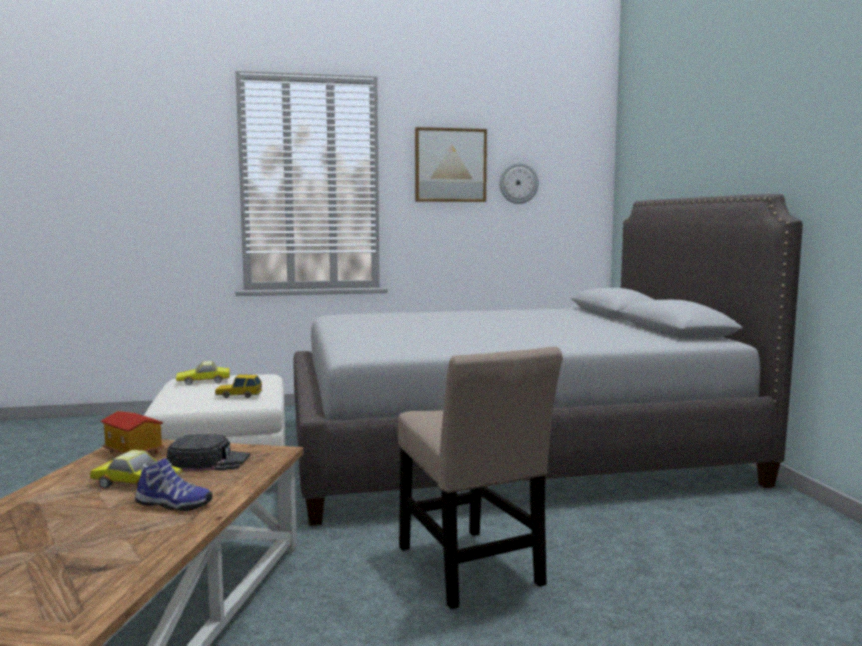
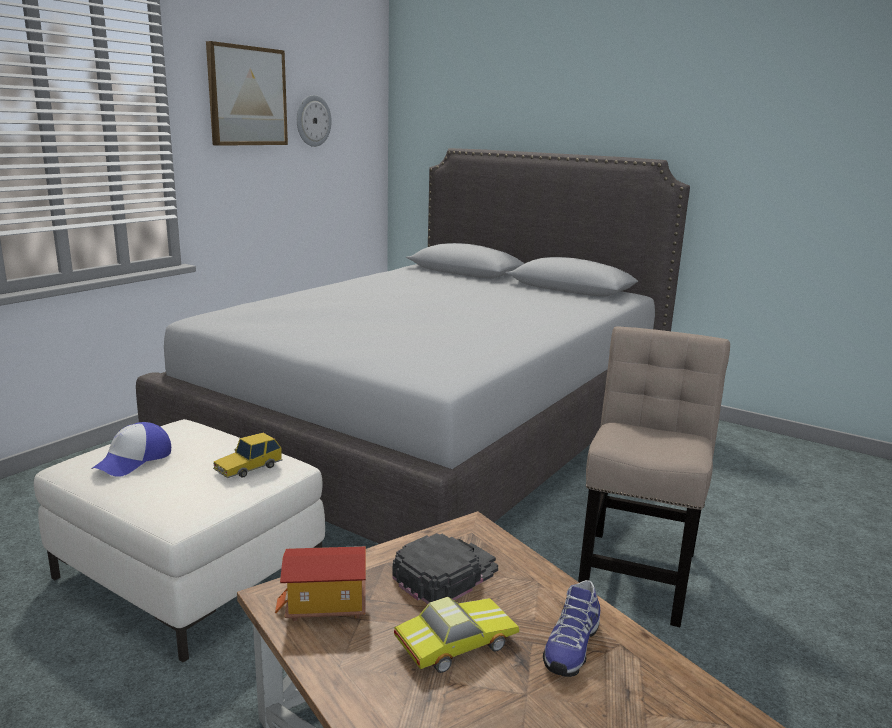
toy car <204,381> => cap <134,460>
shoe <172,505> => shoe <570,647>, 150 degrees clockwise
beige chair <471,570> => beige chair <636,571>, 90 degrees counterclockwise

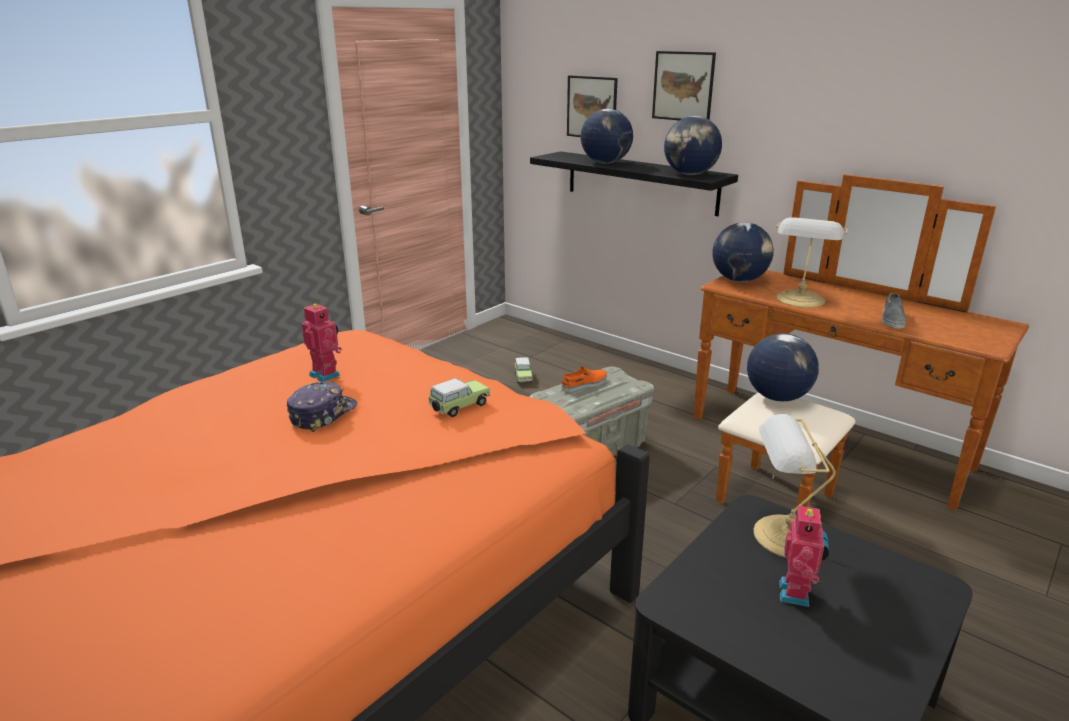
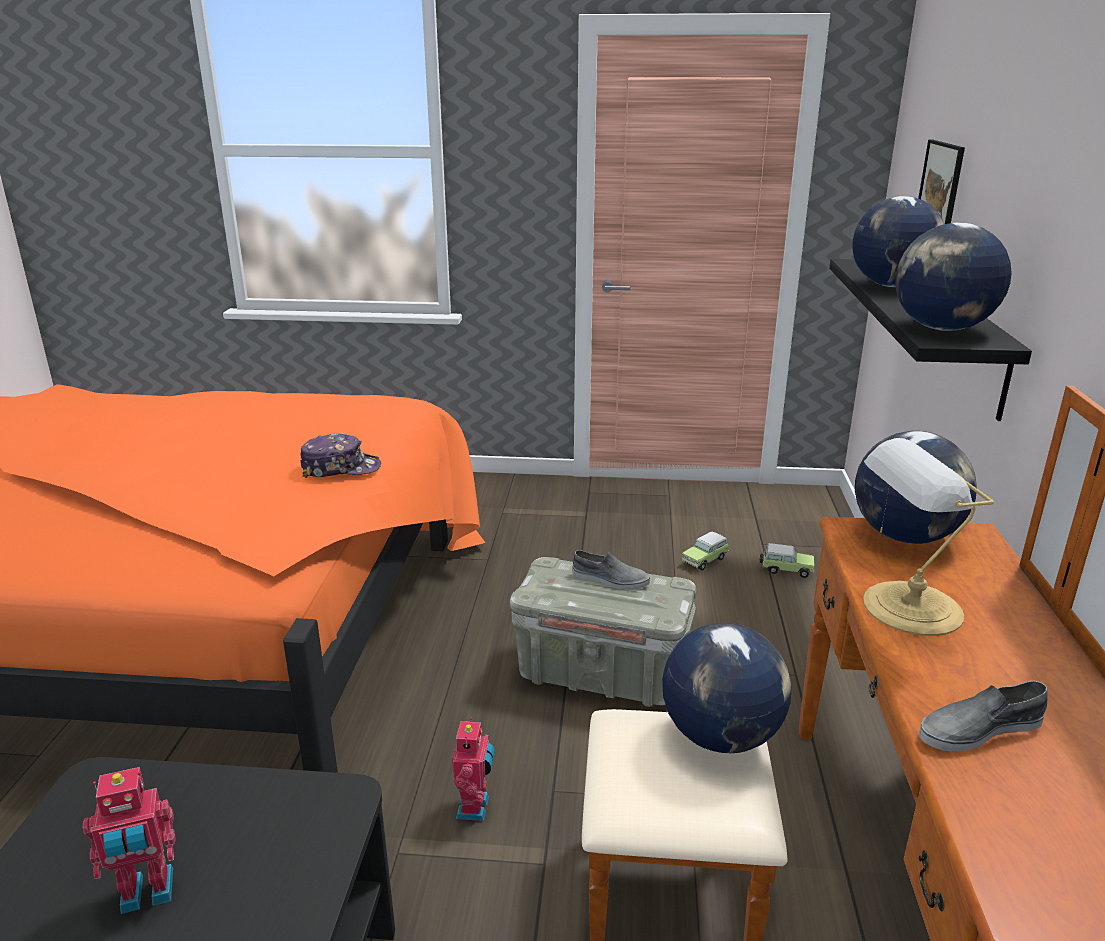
picture <683,86> => nothing
table lamp <784,536> => nothing
cap <322,414> => cap <341,468>, move
toy robot <326,374> => toy robot <475,807>, move
toy car <458,407> => toy car <785,570>, move
orange shoe <585,384> => grey shoe <610,579>

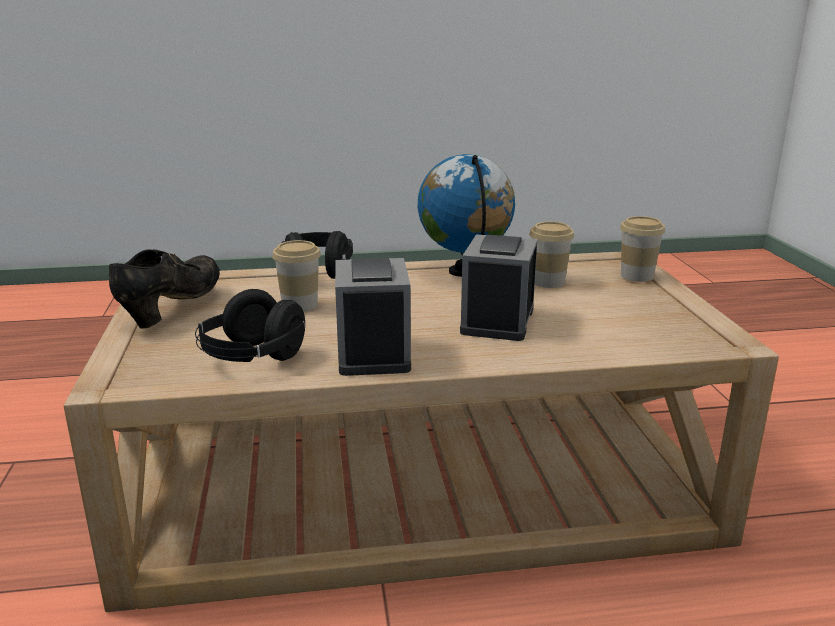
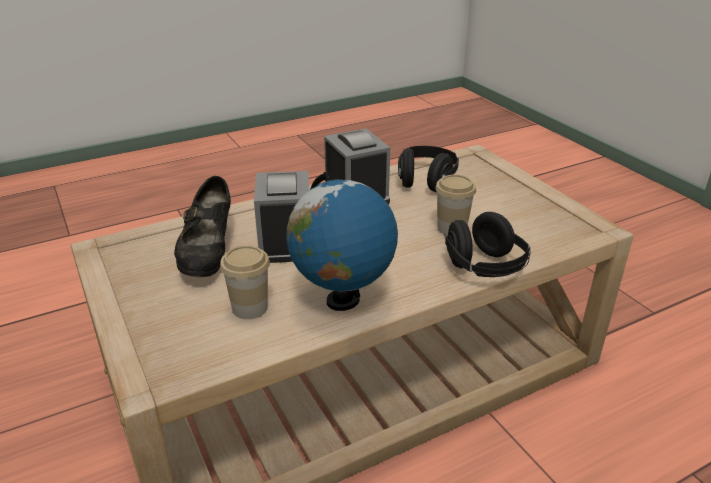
cup <637,276> => nothing
black shoe <173,308> => black shoe <208,254>, move

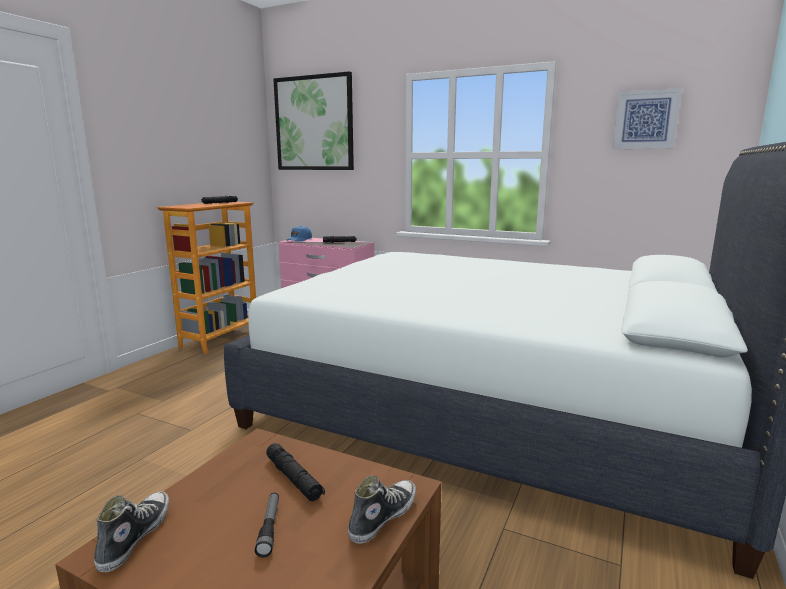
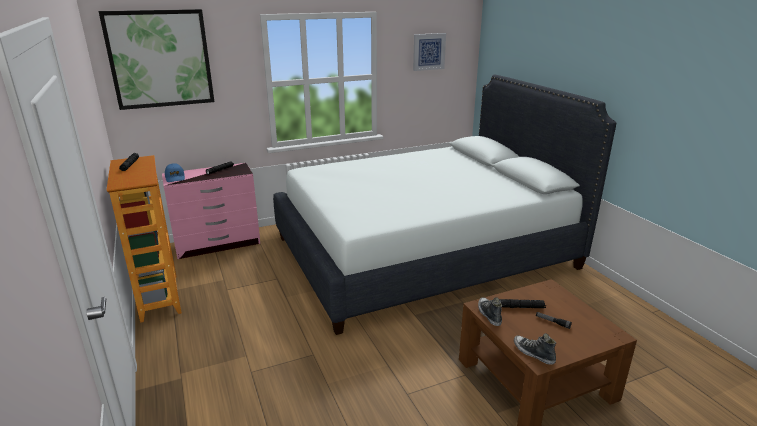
shoe <382,516> => shoe <489,314>, move

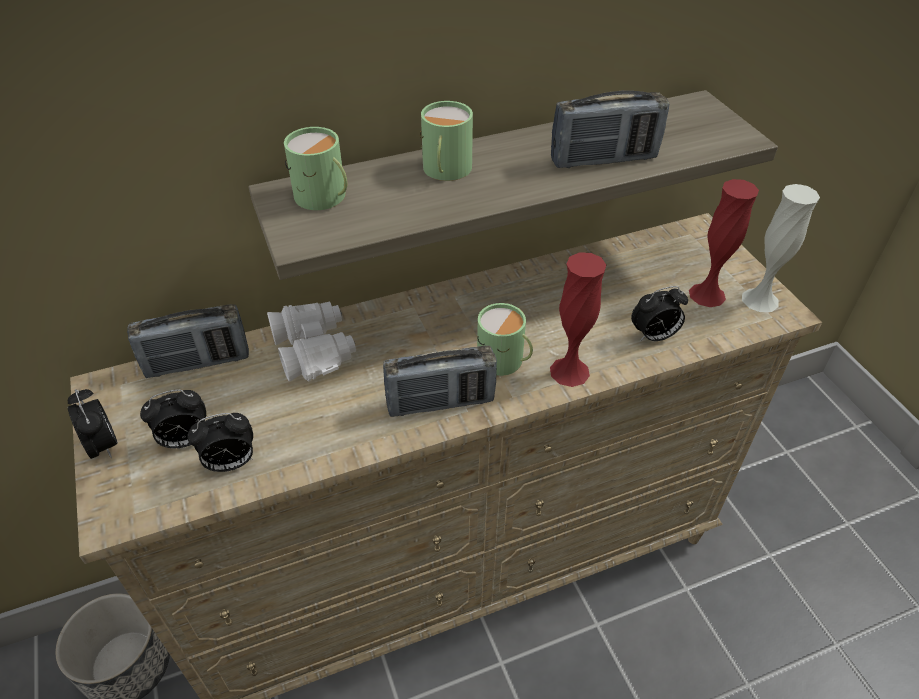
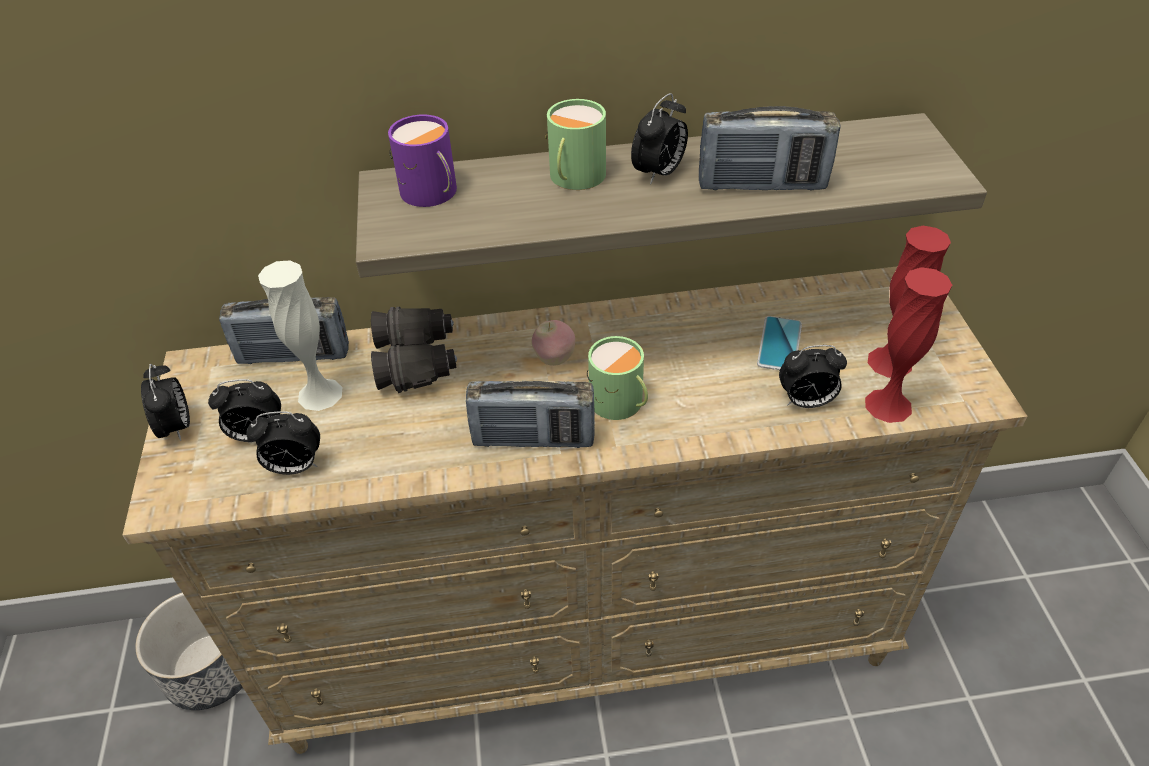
nothing => apple <554,359>
nothing => alarm clock <659,174>
nothing => phone <779,344>
red vase <569,371> => red vase <888,405>, move
white vase <760,300> => white vase <320,394>, move
white binoculars <314,350> => black binoculars <417,360>
green mug <324,197> => purple mug <431,193>

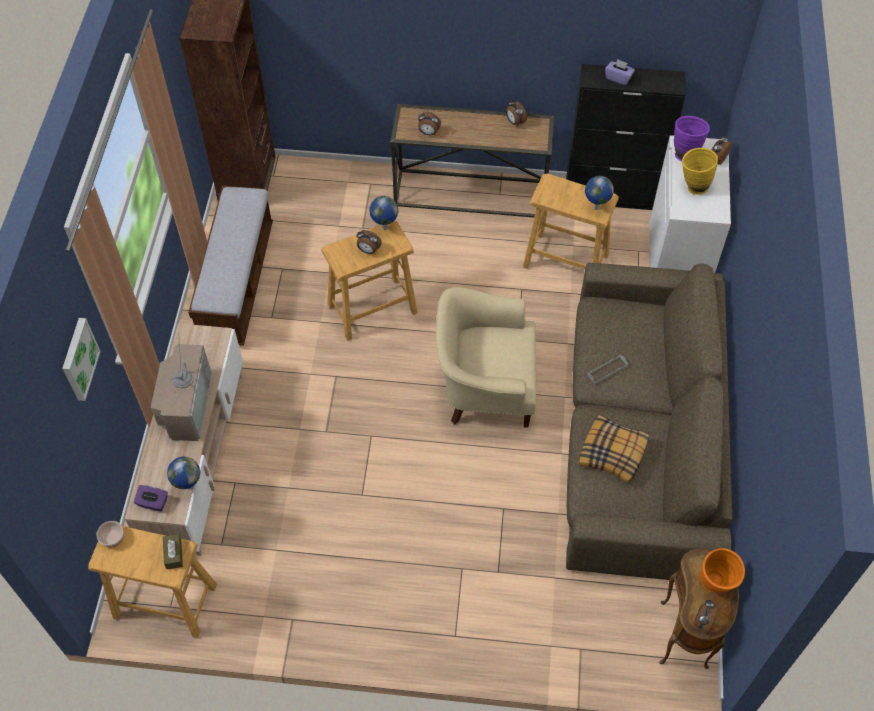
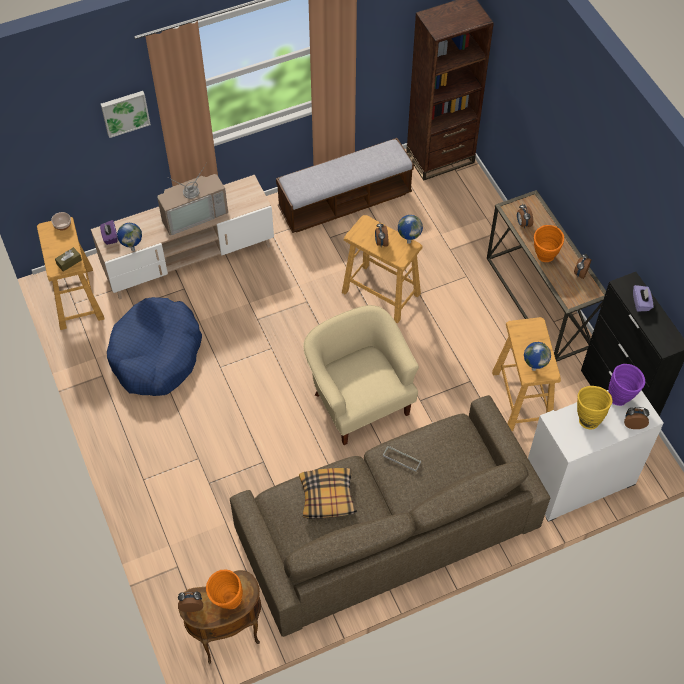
nothing => blue dog bed <156,355>
nothing => orange vase <544,258>

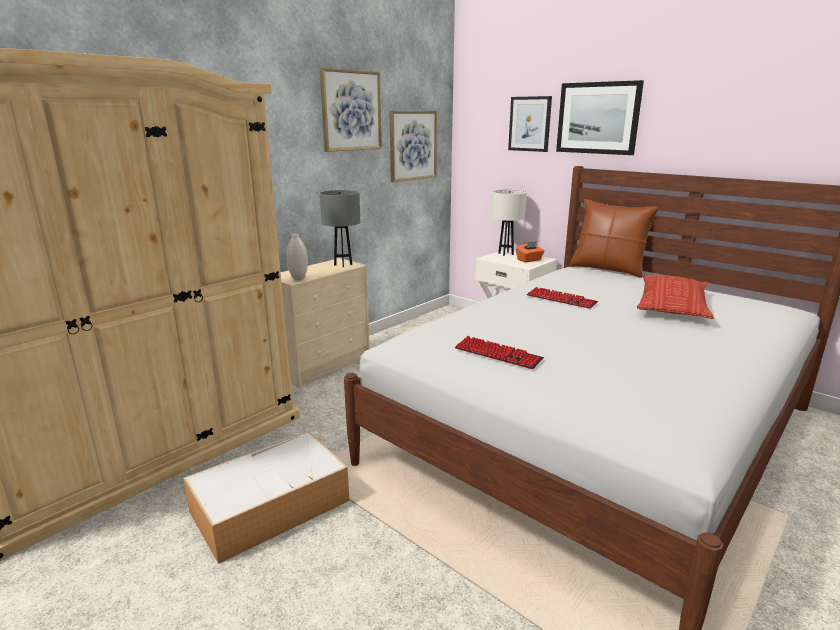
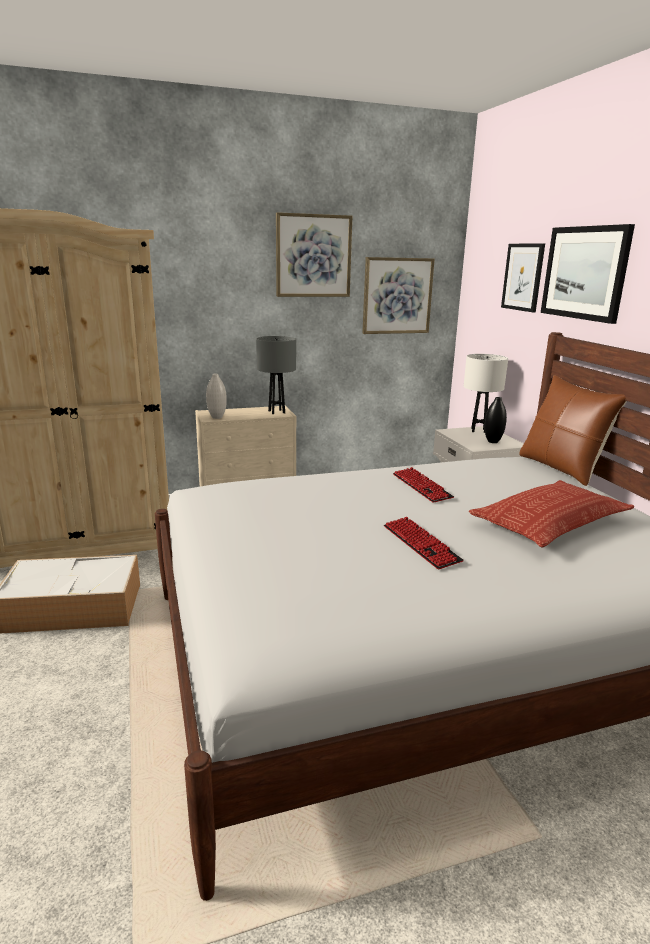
keyboard <498,354> => keyboard <421,544>, move
orange tissue box <529,260> => black vase <492,441>

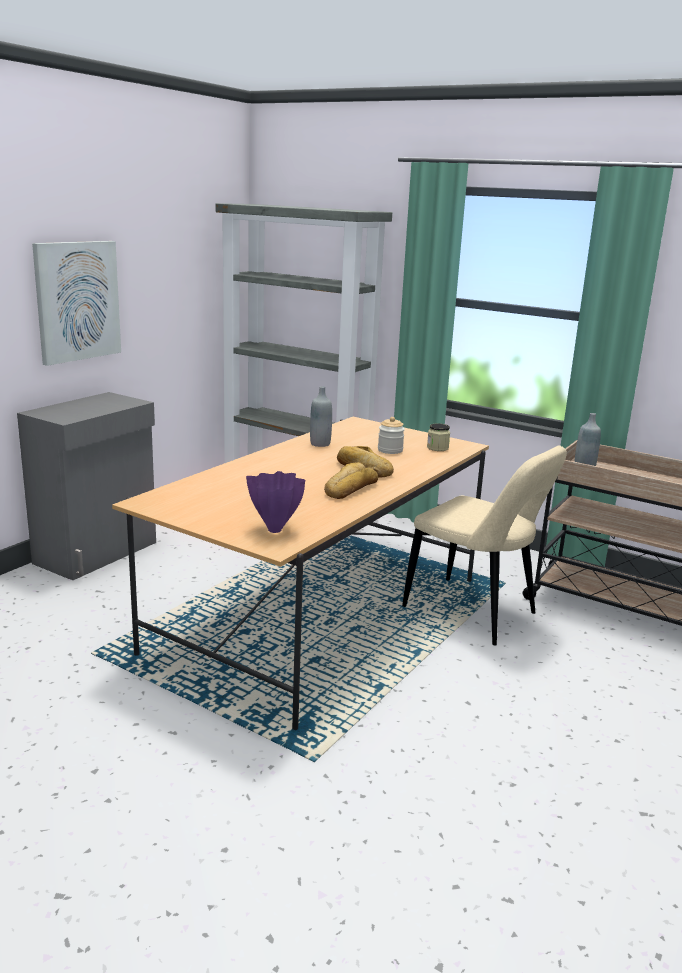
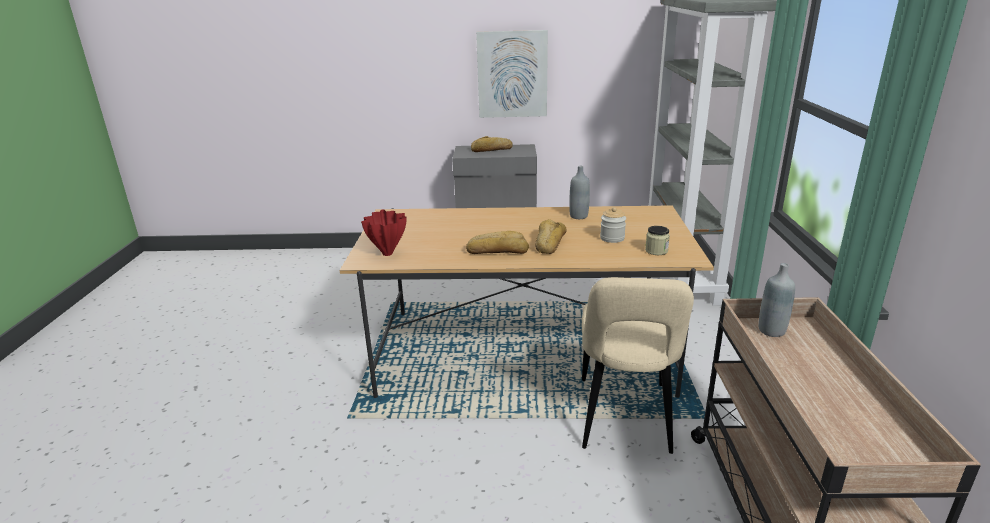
nothing => bread <492,149>
purple vase <276,530> => red vase <387,254>

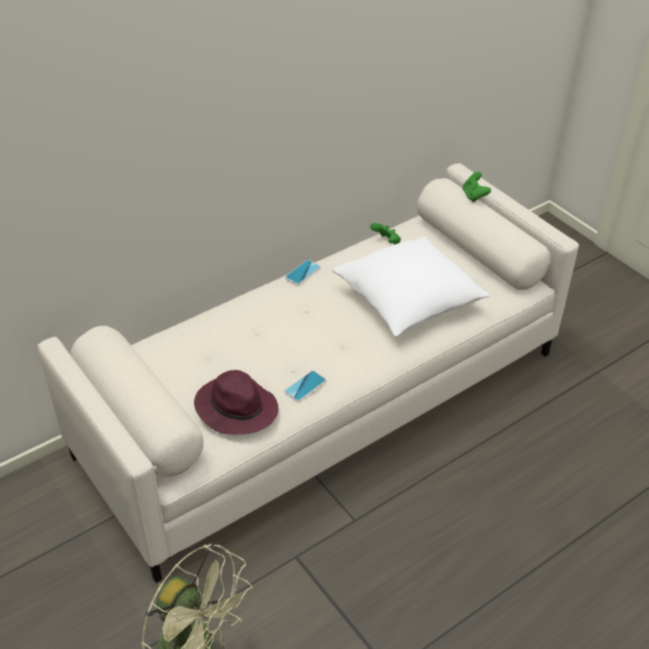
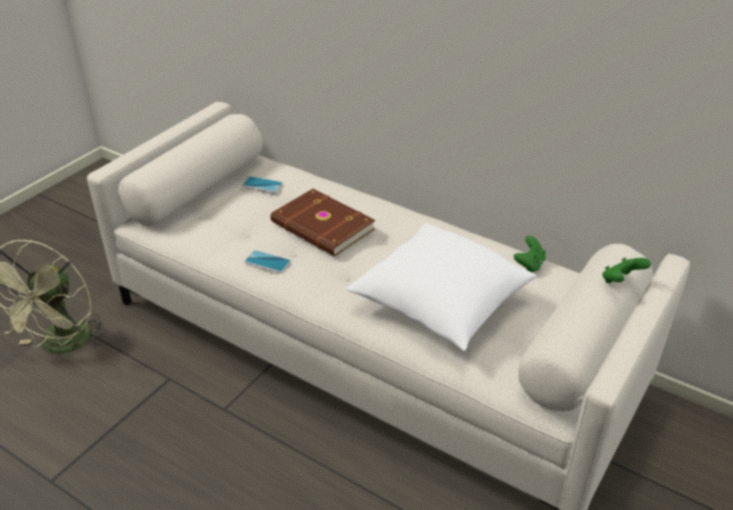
purple hat <235,408> => nothing
nothing => brown book <322,227>
phone <302,273> => phone <262,185>, move

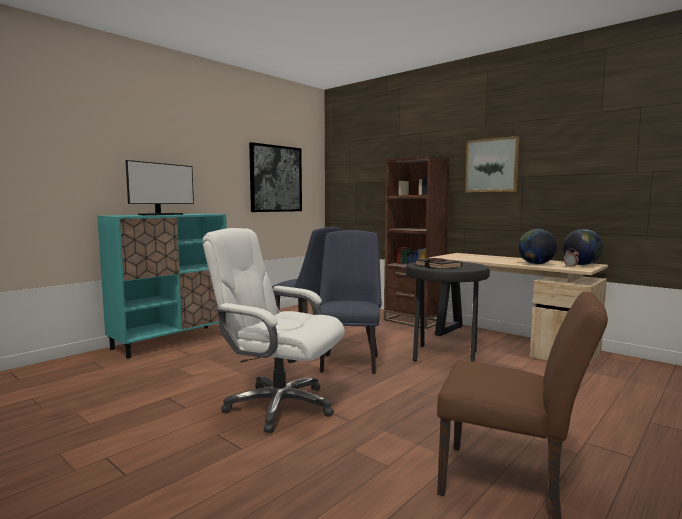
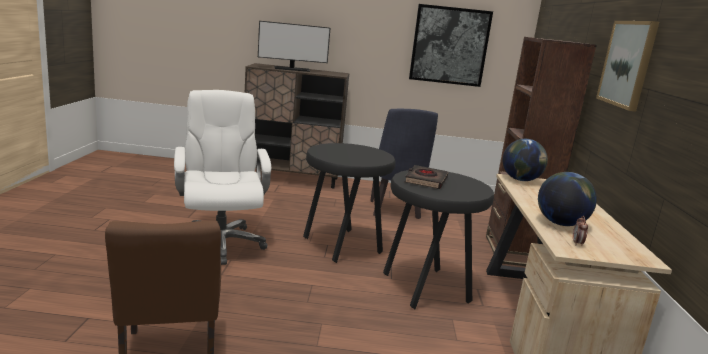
globe <581,264> => globe <521,180>, move
blue chair <349,361> => black stool <342,246>
turquoise cabinet <172,341> => brown cabinet <292,178>

